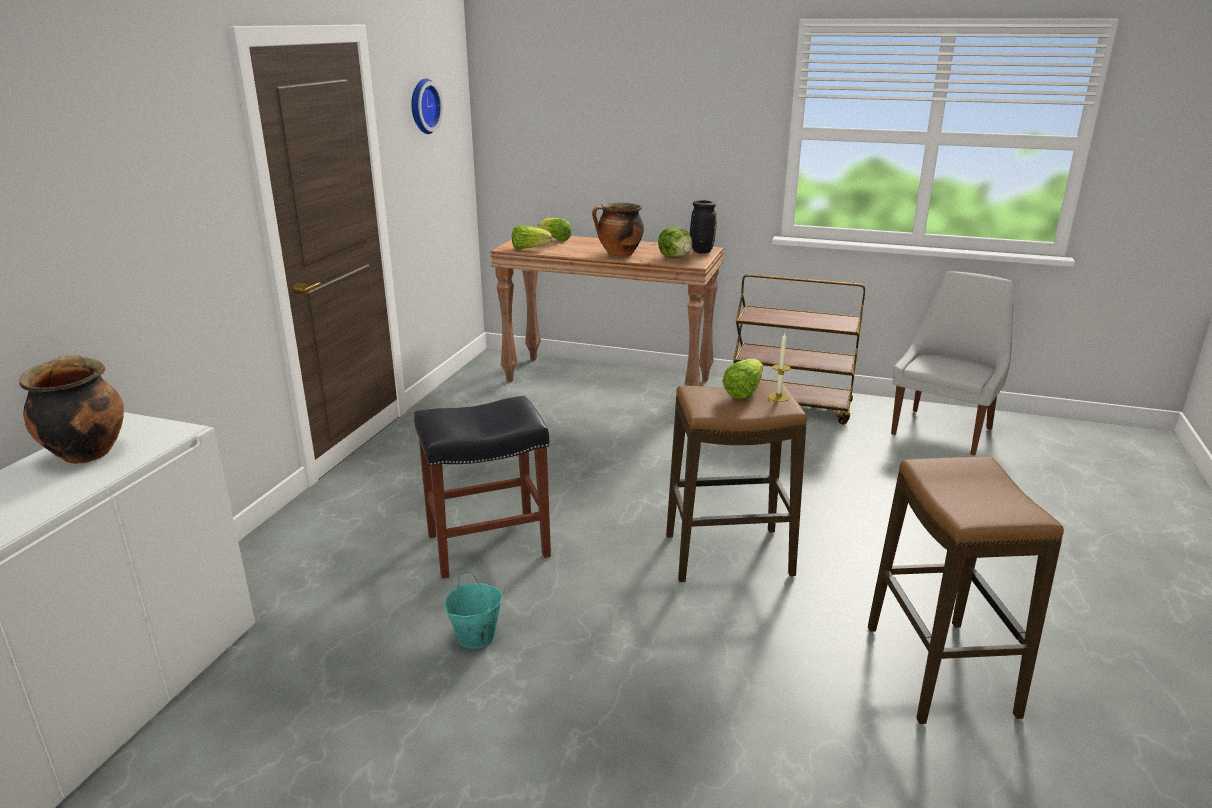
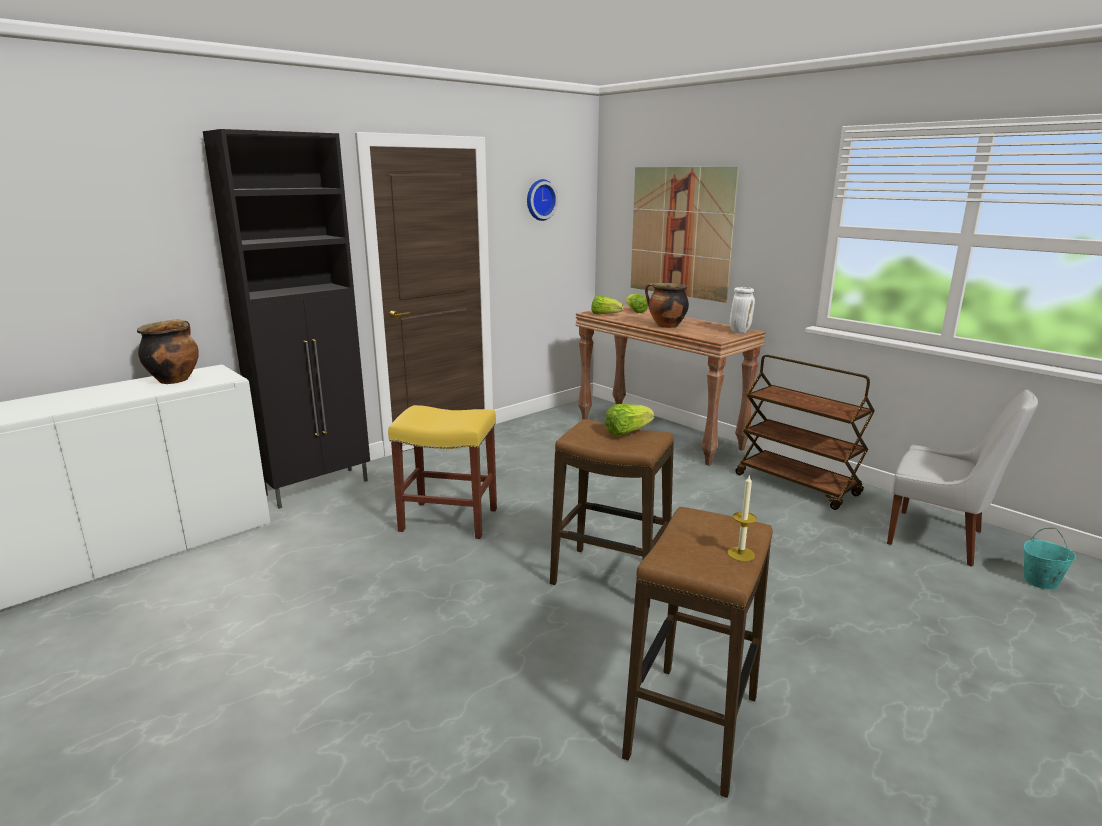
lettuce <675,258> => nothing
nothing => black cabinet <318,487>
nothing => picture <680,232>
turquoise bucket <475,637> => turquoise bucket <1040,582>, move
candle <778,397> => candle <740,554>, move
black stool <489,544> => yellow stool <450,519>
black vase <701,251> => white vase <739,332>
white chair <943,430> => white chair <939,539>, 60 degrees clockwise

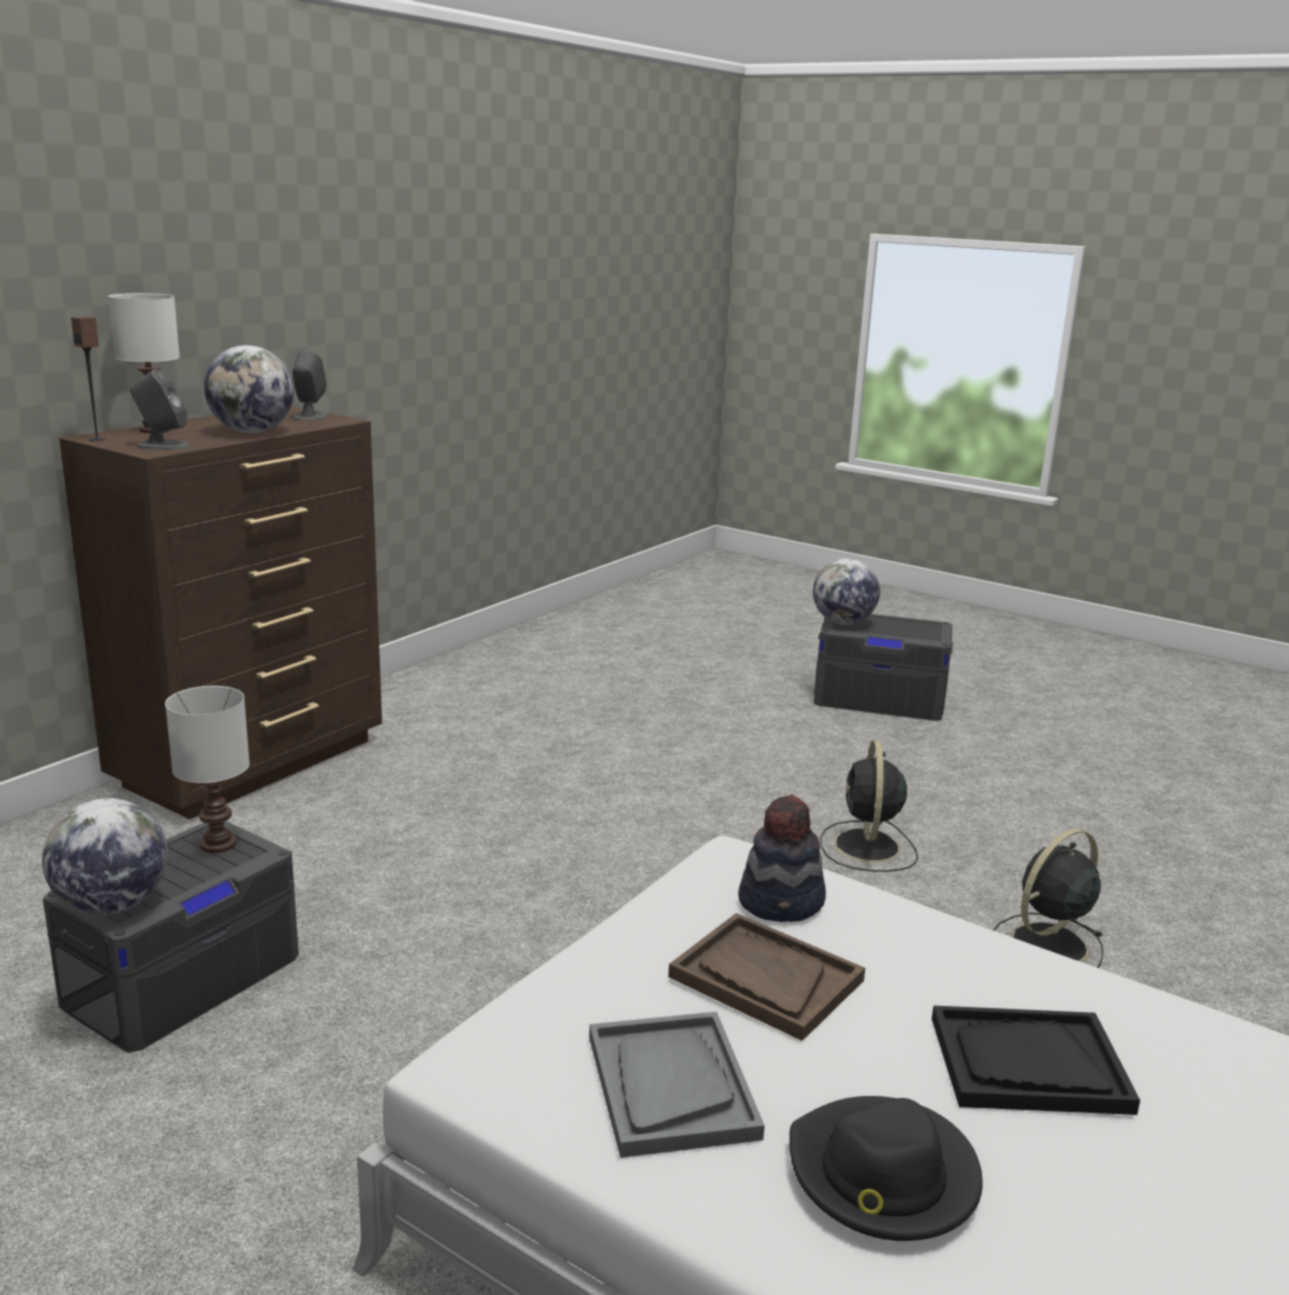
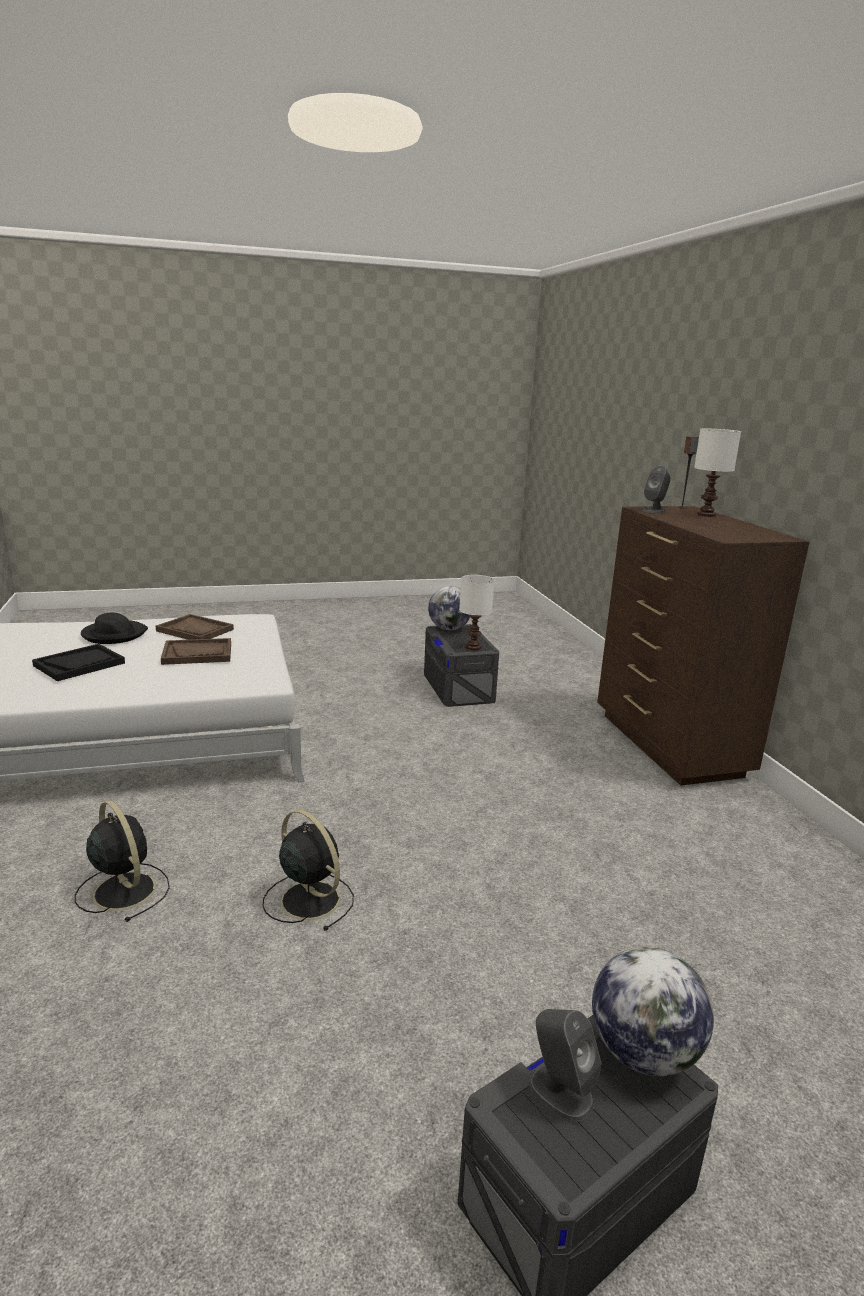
globe <252,432> => nothing
hat <782,902> => nothing
grey speaker <310,417> => grey speaker <560,1091>, move
grey tray <671,1086> => brown tray <195,630>
black fan <1047,946> => black fan <123,890>, 45 degrees counterclockwise

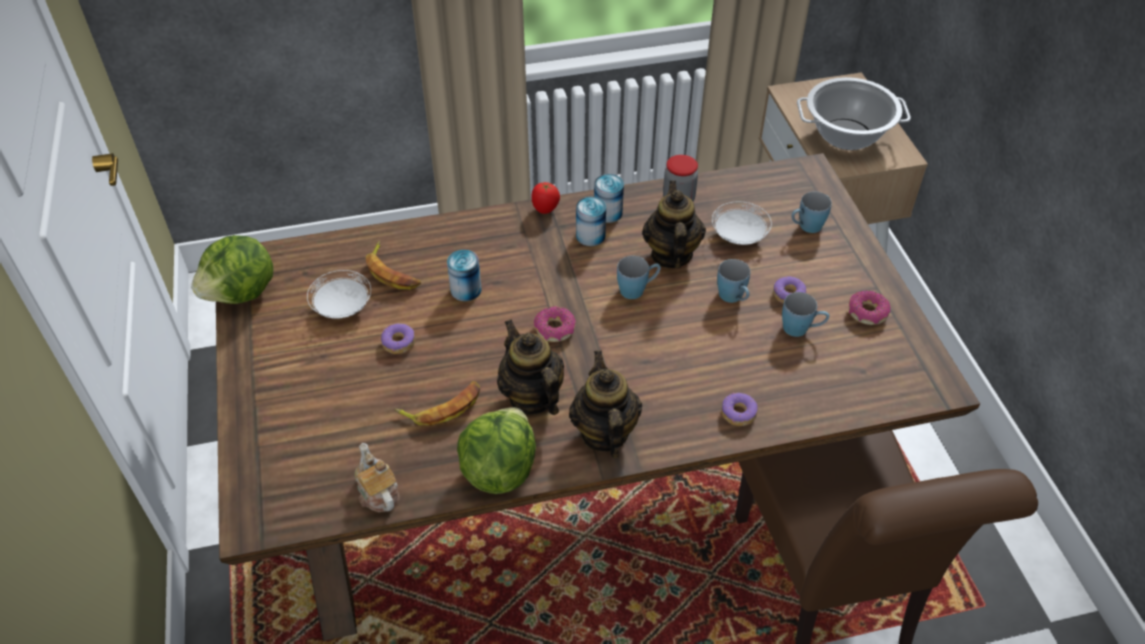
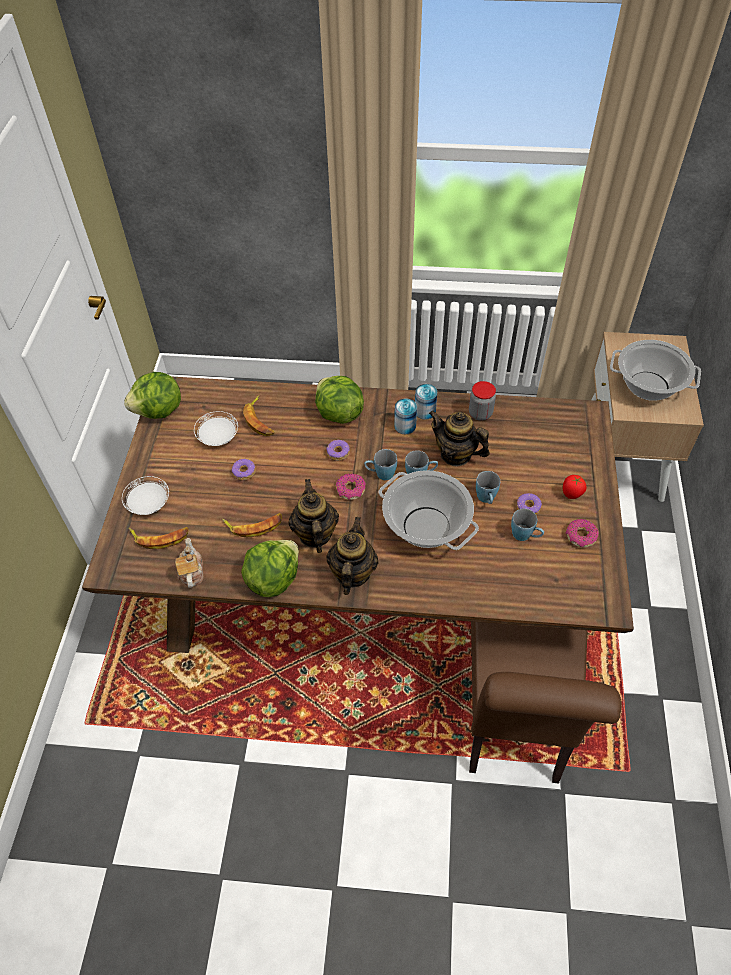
can <466,290> => nothing
nothing => banana <160,537>
nothing => lettuce <338,414>
nothing => cooking pot <425,526>
tomato <545,210> => tomato <571,495>, move
white plate <739,236> => white plate <148,504>, move
donut <738,414> => donut <338,453>, move
blue mug <806,227> => blue mug <380,474>, move
teapot <671,255> => teapot <456,454>, 75 degrees counterclockwise

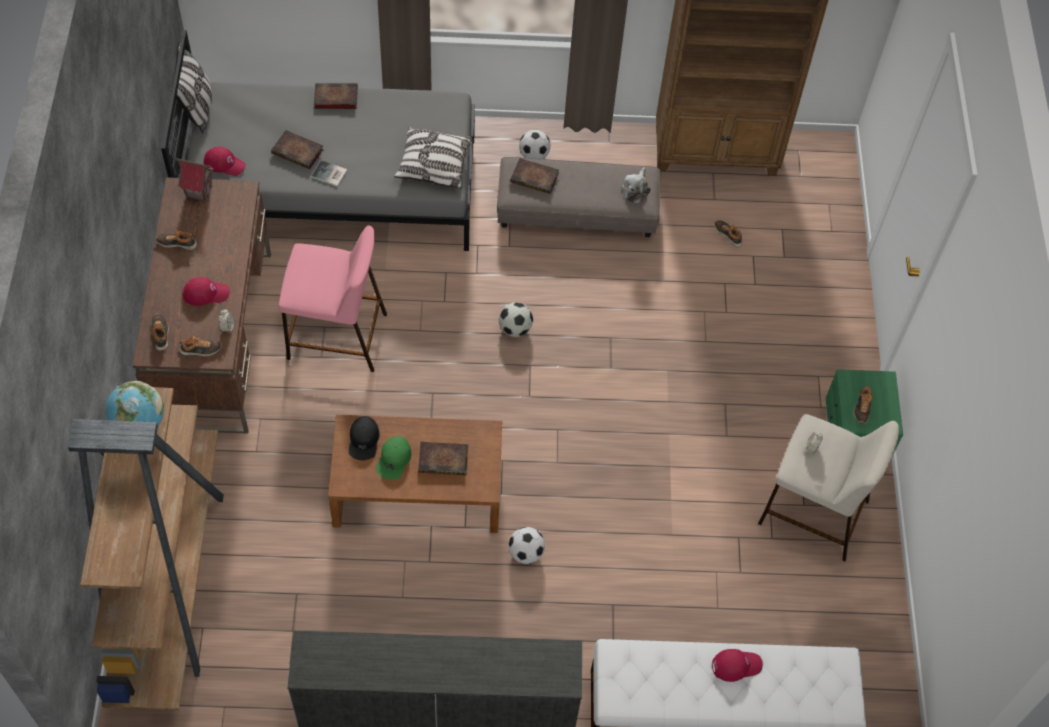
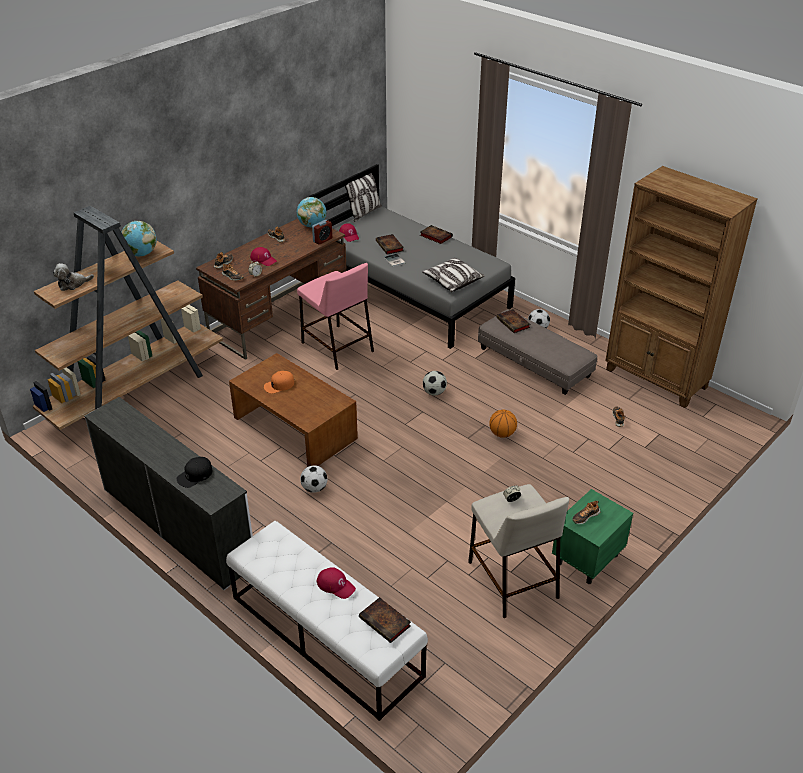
nothing => alarm clock <322,240>
nothing => basketball <502,434>
black cap <364,440> => black cap <195,475>, move
book <444,460> => book <386,622>, move
plush toy <635,189> => plush toy <73,284>, move
toy house <199,191> => globe <312,225>
green cap <394,460> => orange cap <279,385>

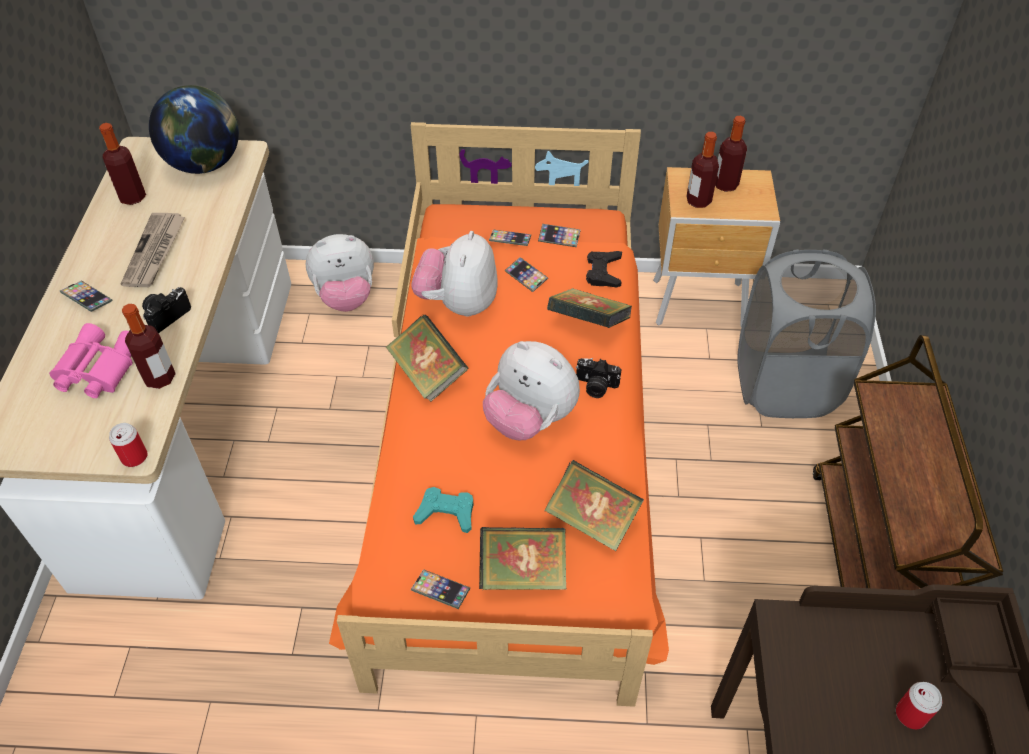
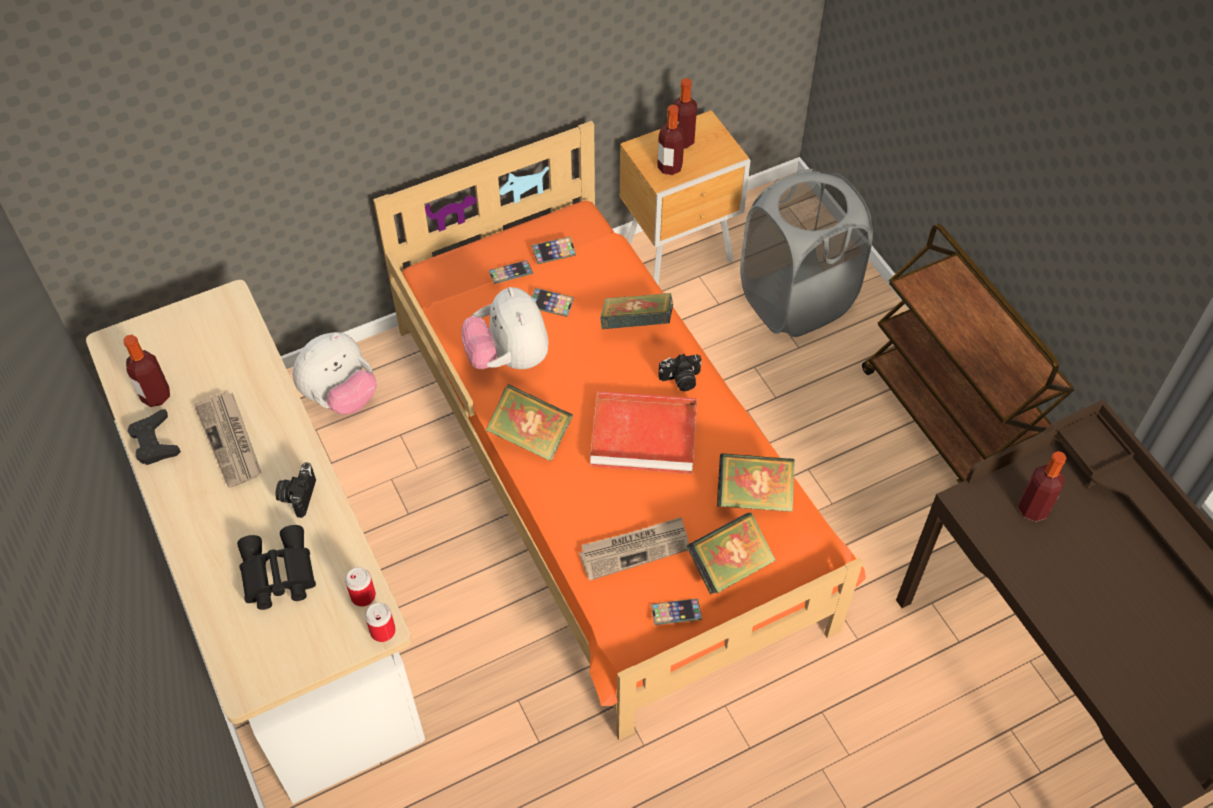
phone <87,298> => nothing
globe <205,164> => nothing
bottle <159,378> => bottle <1033,509>, move
black game controller <603,272> => black game controller <155,442>, move
can <911,714> => can <363,596>, move
turquoise game controller <446,513> => newspaper <634,549>
plush toy <530,419> => red tray <646,435>
pink binoculars <96,369> => black binoculars <276,575>

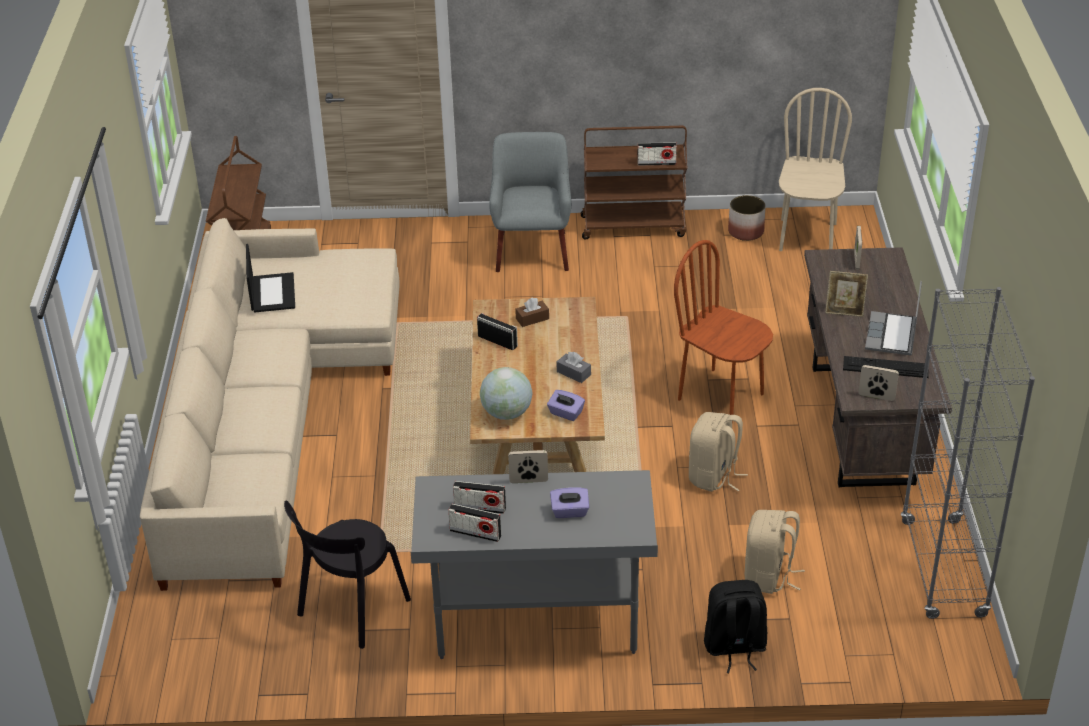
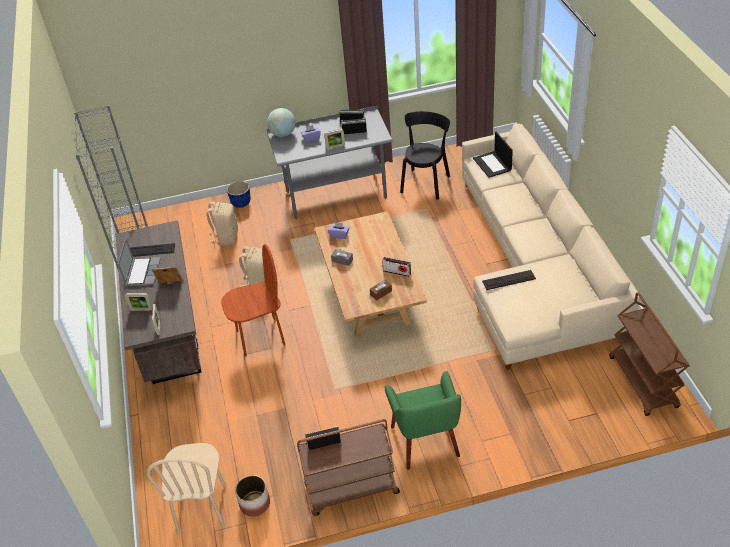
nothing => keyboard <508,280>
laptop <272,292> => laptop <492,164>, move
globe <506,413> => globe <283,134>, move
picture frame <876,397> => picture frame <141,309>, move
black backpack <734,648> => planter <241,203>
grey armchair <532,251> => green armchair <426,441>
brown chair <721,396> => brown chair <260,337>, 45 degrees counterclockwise

